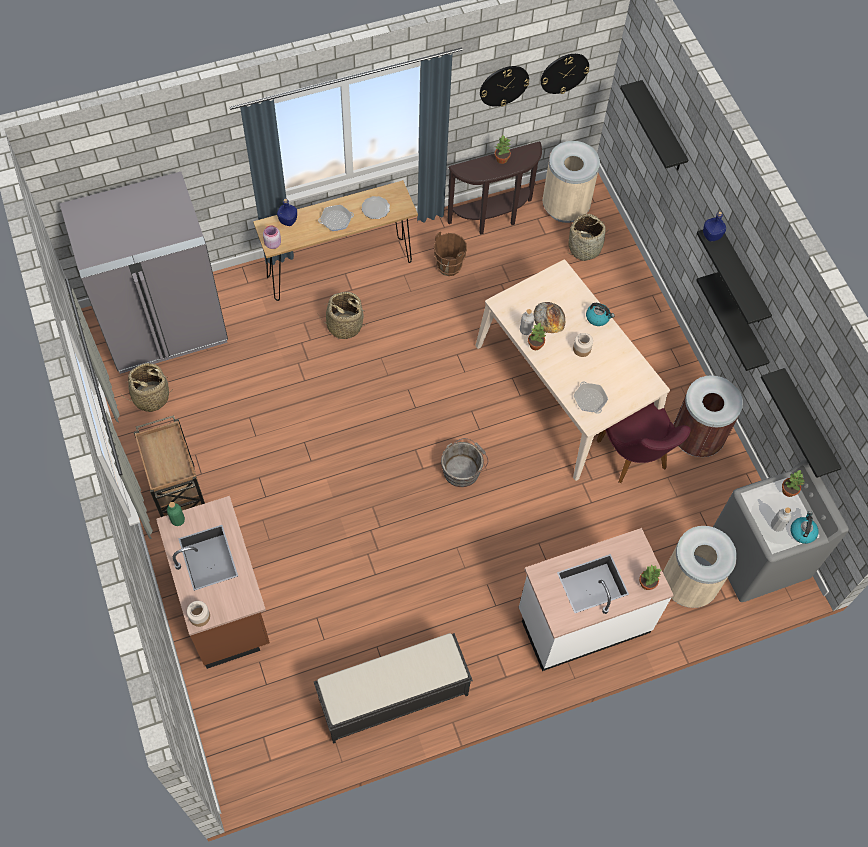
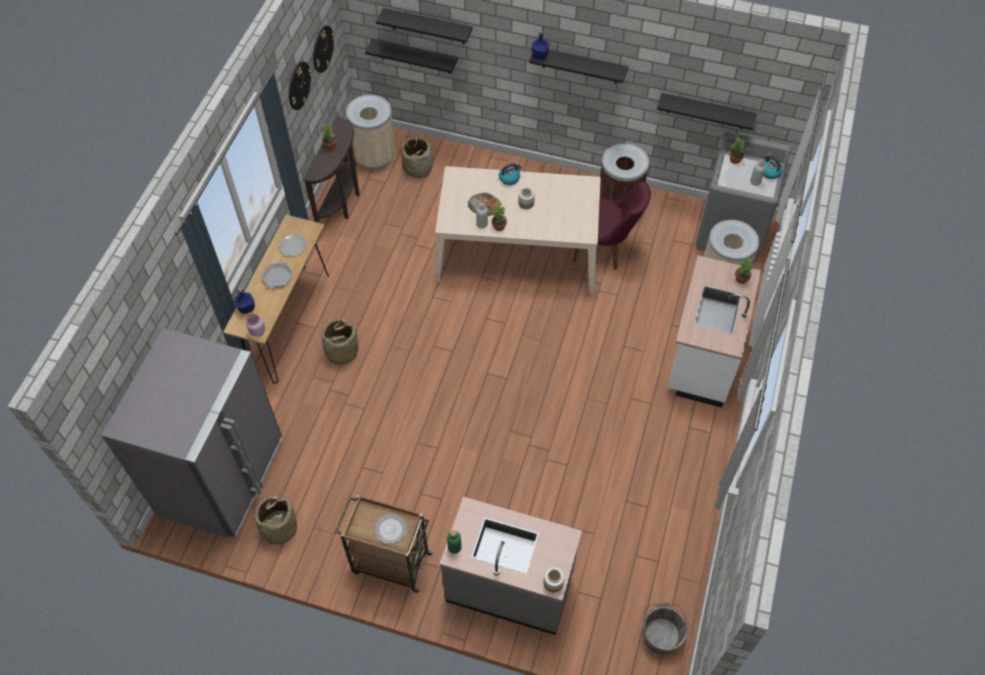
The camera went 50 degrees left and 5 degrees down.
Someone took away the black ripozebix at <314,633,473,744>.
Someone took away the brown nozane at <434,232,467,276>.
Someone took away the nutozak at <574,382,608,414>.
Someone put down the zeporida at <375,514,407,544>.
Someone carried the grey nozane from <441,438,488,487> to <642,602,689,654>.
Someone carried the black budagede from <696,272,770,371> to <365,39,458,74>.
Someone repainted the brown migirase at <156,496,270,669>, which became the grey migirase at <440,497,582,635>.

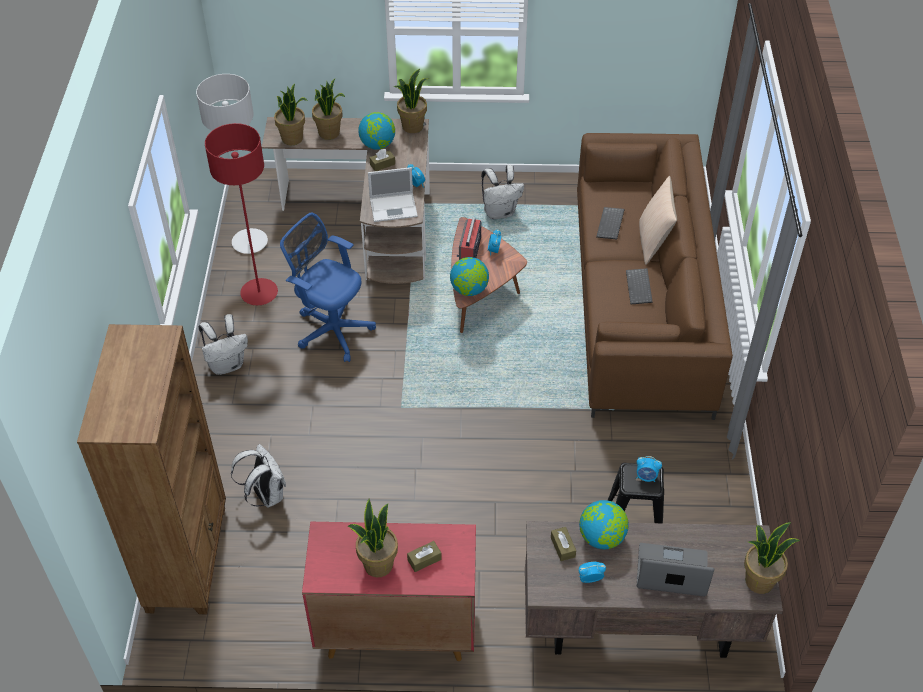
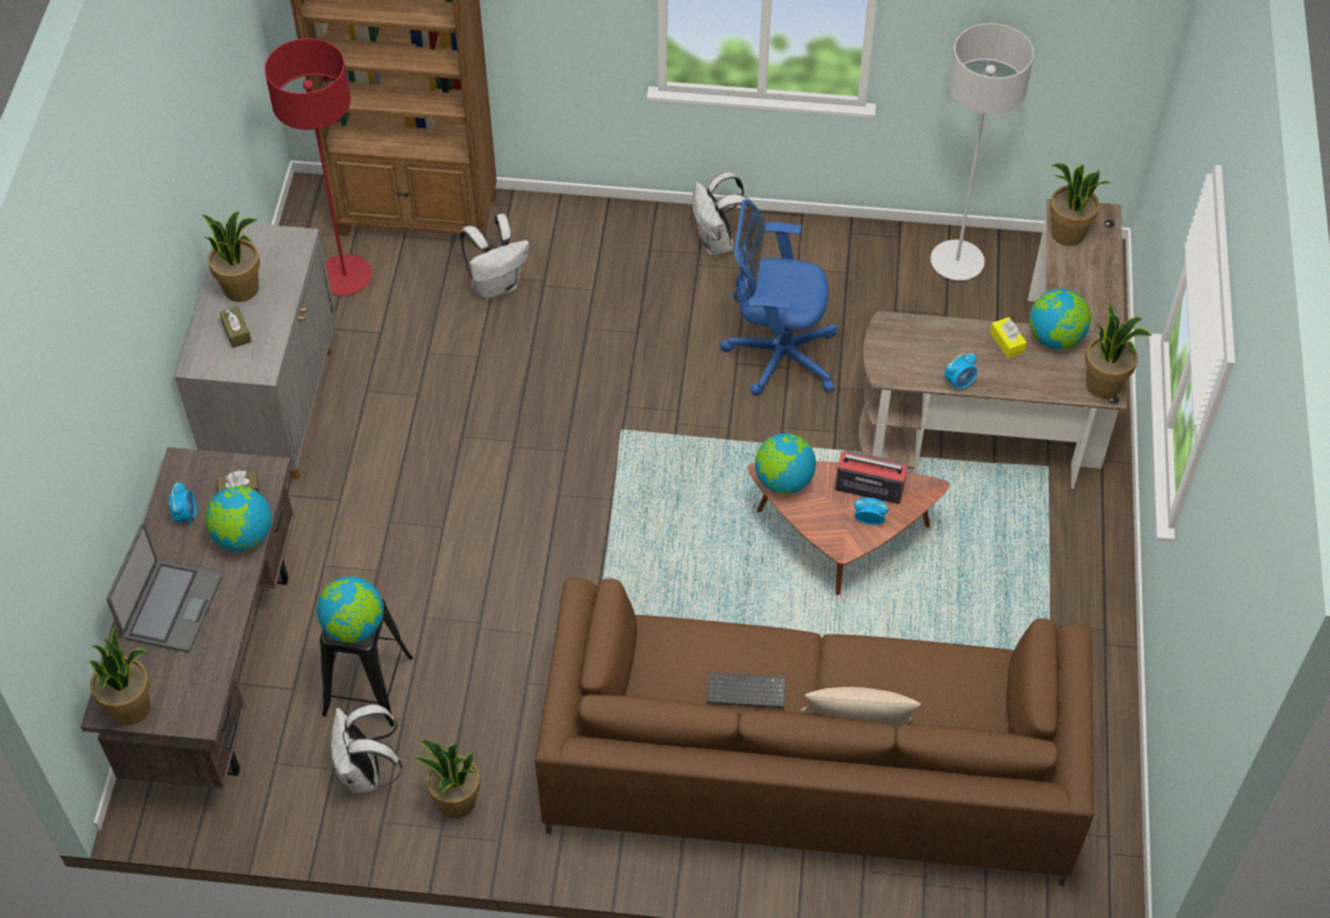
The camera went 95 degrees right and 5 degrees up.
Someone took away the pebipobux at <368,167,418,222>.
Someone took away the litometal at <596,207,624,239>.
Someone carried the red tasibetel from <205,123,278,305> to <264,38,372,295>.
Someone carried the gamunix from <312,79,345,140> to <413,740,481,818>.
Someone carried the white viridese from <481,165,524,219> to <331,704,402,793>.
Someone swapped the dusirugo at <636,456,662,482> for the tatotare at <317,577,384,643>.
Someone repainted the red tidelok at <302,522,476,661>, which became the grey tidelok at <175,221,337,479>.
Someone repainted the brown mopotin at <370,149,395,171>, which became the yellow mopotin at <990,317,1027,358>.
Someone rotated the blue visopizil at <280,213,376,362> by 120 degrees counterclockwise.

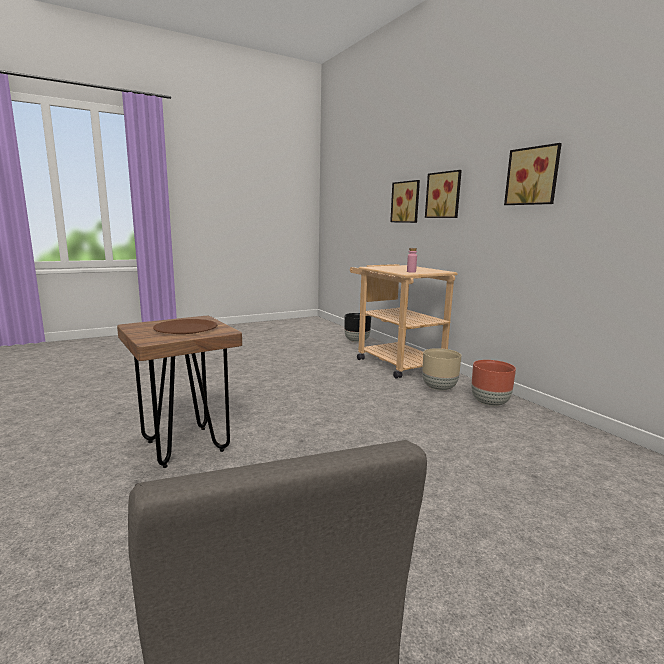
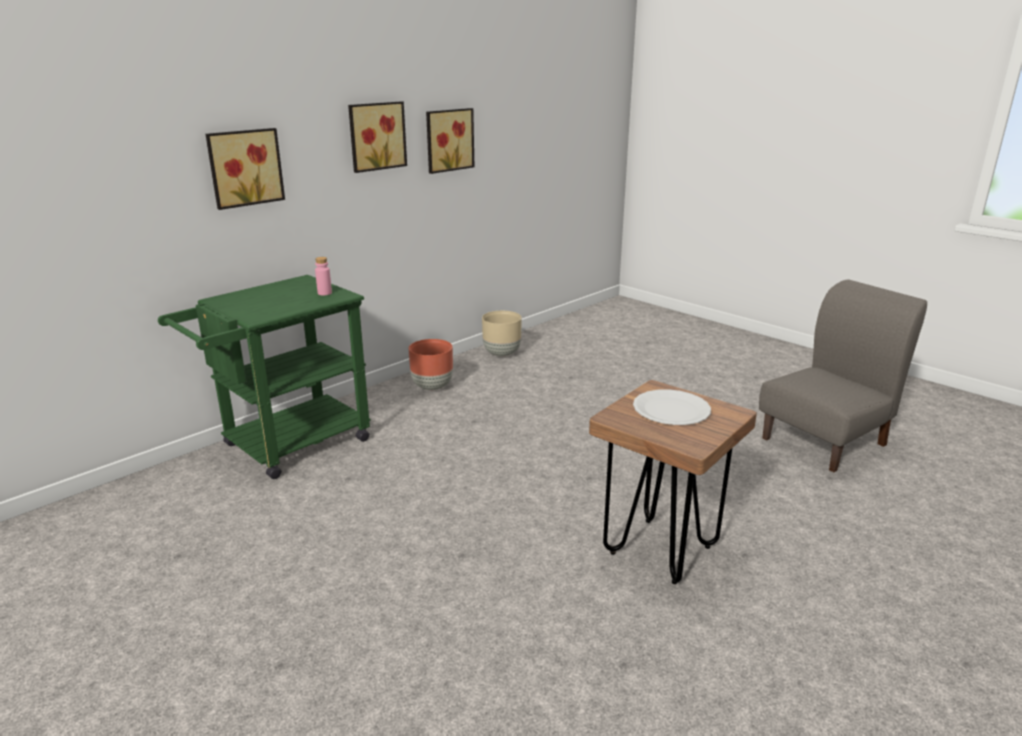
The camera went 105 degrees left and 10 degrees up.
Someone took away the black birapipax at <344,313,371,343>.
Someone carried the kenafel from <390,180,420,223> to <426,108,474,174>.
Someone carried the beige birapipax from <422,348,461,391> to <482,311,522,357>.
Someone repainted the brown zeporida at <153,319,218,334>, which became the white zeporida at <633,389,711,425>.
Someone repainted the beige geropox at <350,264,458,378>, which became the green geropox at <158,275,371,479>.

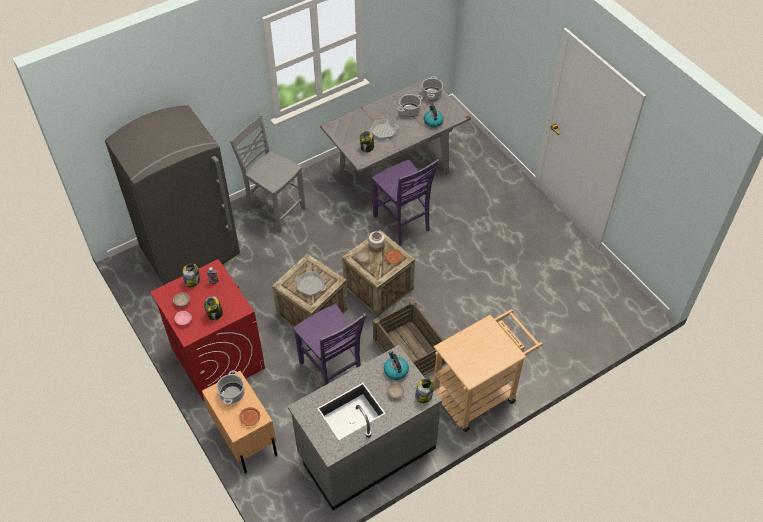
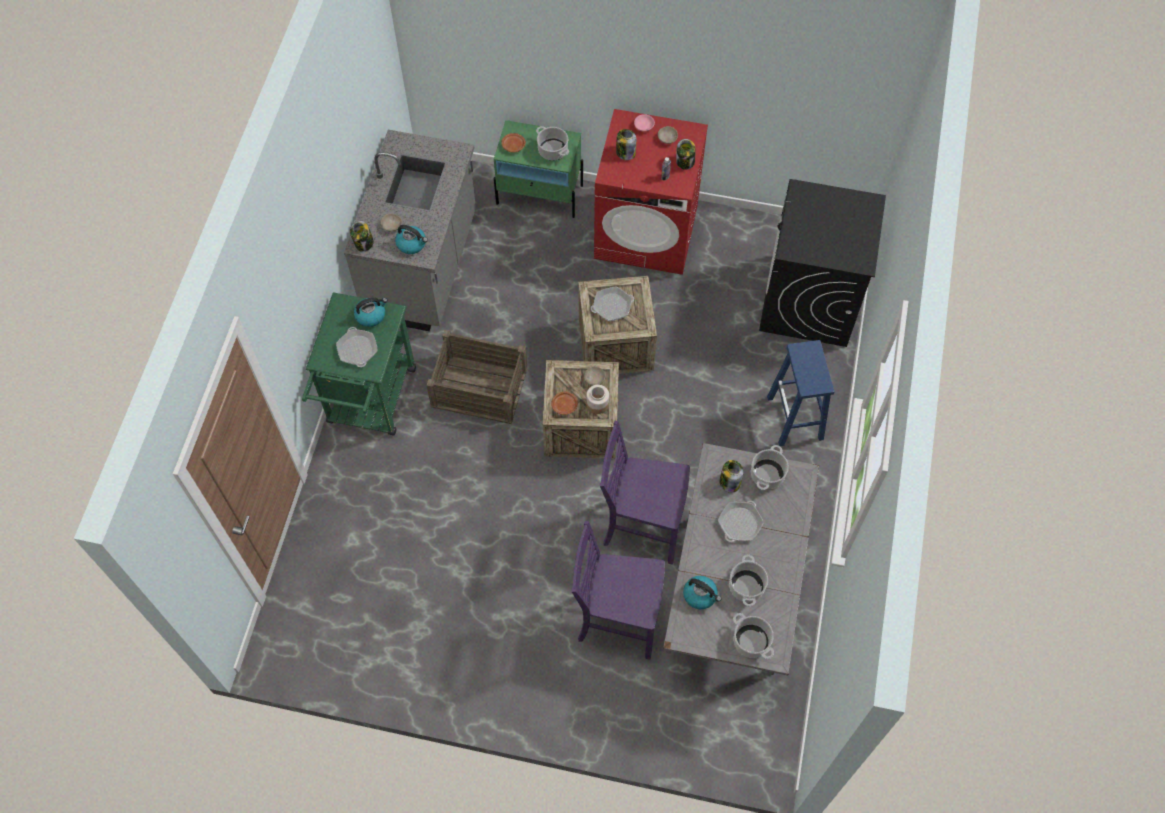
The camera went 135 degrees right and 10 degrees up.
Someone put down the nutozak at <336,327,378,367>.
Someone put down the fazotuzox at <354,297,387,327>.
Someone put down the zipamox at <751,445,789,490>.
Someone carried the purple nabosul from <293,304,366,385> to <571,520,665,659>.
Someone swapped the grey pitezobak at <105,105,240,285> for the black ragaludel at <759,179,886,347>.
Someone swapped the grey nabosul at <230,115,305,233> for the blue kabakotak at <767,340,834,446>.
Someone repainted the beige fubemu at <202,371,277,474>, which became the green fubemu at <494,120,583,218>.
Someone repainted the beige geropox at <434,309,543,432>, which became the green geropox at <302,292,416,435>.

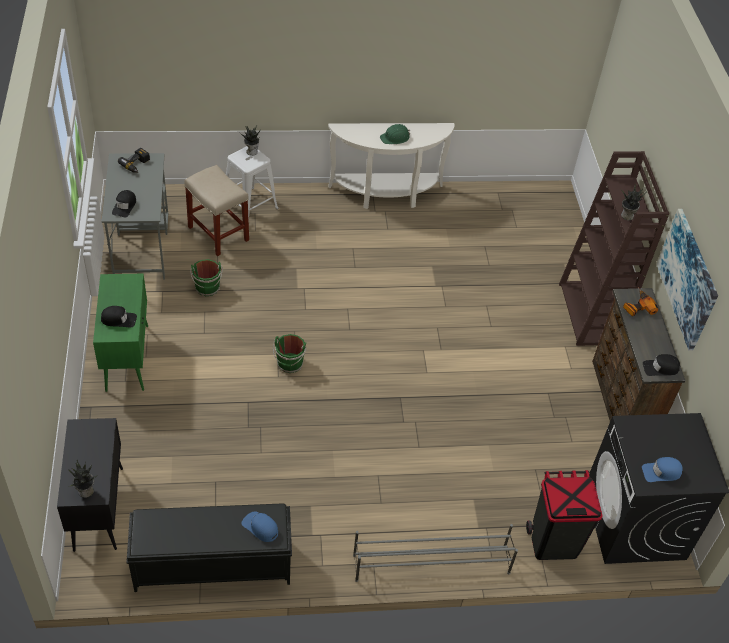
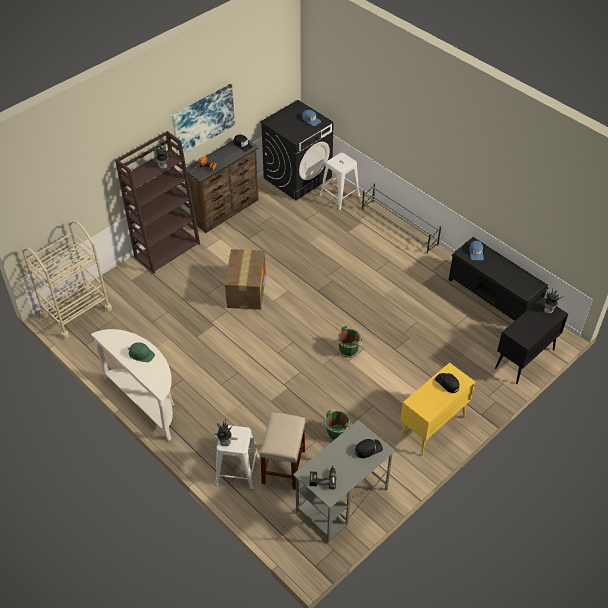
The camera went 125 degrees left and 0 degrees up.
Someone put down the beige geropox at <22,220,112,339>.
Someone put down the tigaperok at <225,249,266,310>.
Someone swapped the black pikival at <526,470,603,560> for the white kabakotak at <319,153,361,211>.
Someone repainted the green tidelok at <93,274,148,392>, which became the yellow tidelok at <400,363,475,455>.

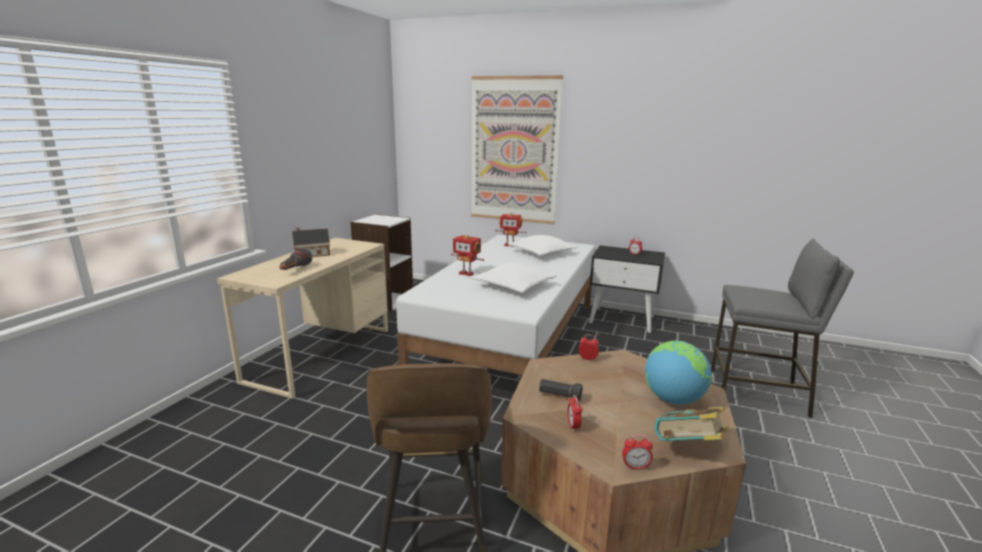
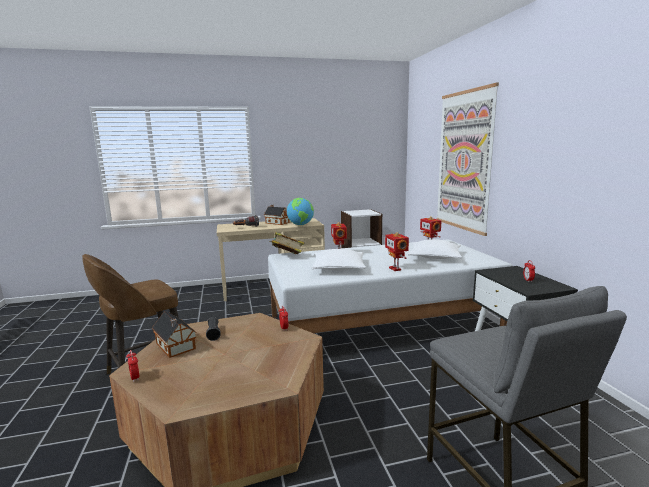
The camera went 55 degrees right and 5 degrees down.
Someone put down the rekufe at <385,232,409,271>.
Someone carried the tatotare from <645,341,712,405> to <287,198,314,225>.
Someone carried the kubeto from <655,406,729,441> to <270,232,305,254>.
Someone swapped the dusirugo at <567,395,582,431> for the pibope at <152,311,197,358>.

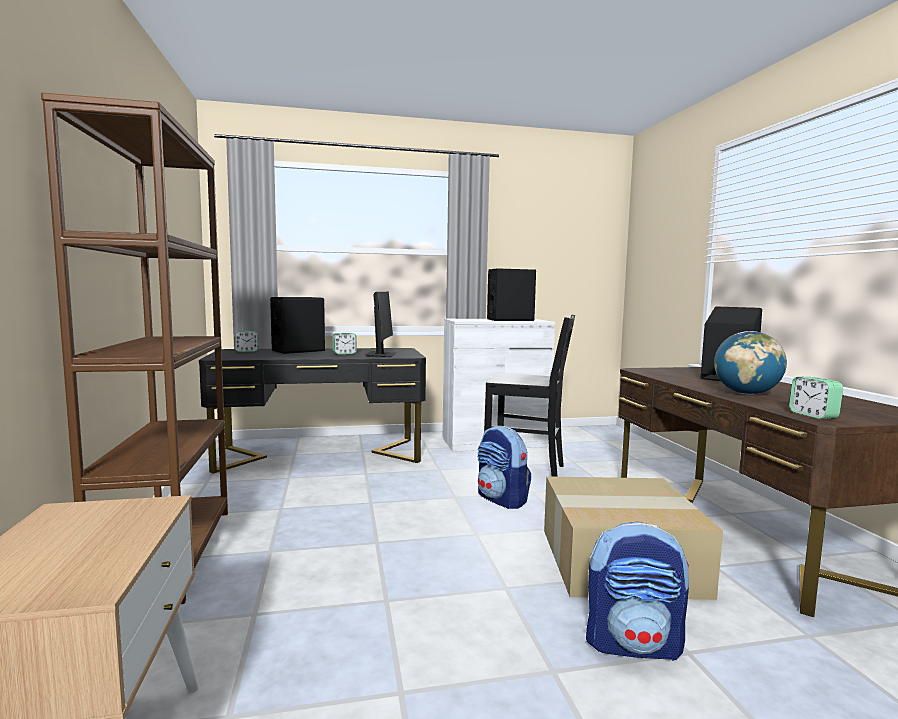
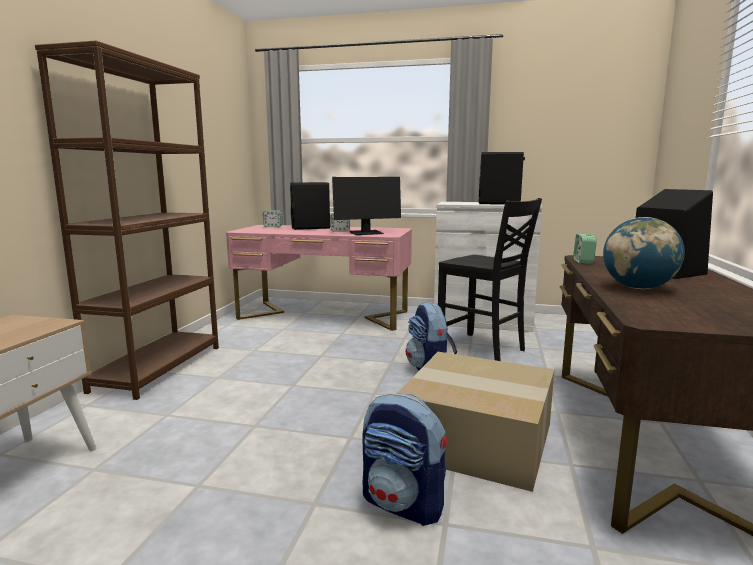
The camera went 25 degrees right and 5 degrees up.
Someone carried the dusirugo from <789,377,843,419> to <573,234,597,264>.
Someone repainted the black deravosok at <199,348,426,474>, which became the pink deravosok at <226,225,412,331>.
Someone rotated the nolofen at <365,291,396,357> by 45 degrees clockwise.

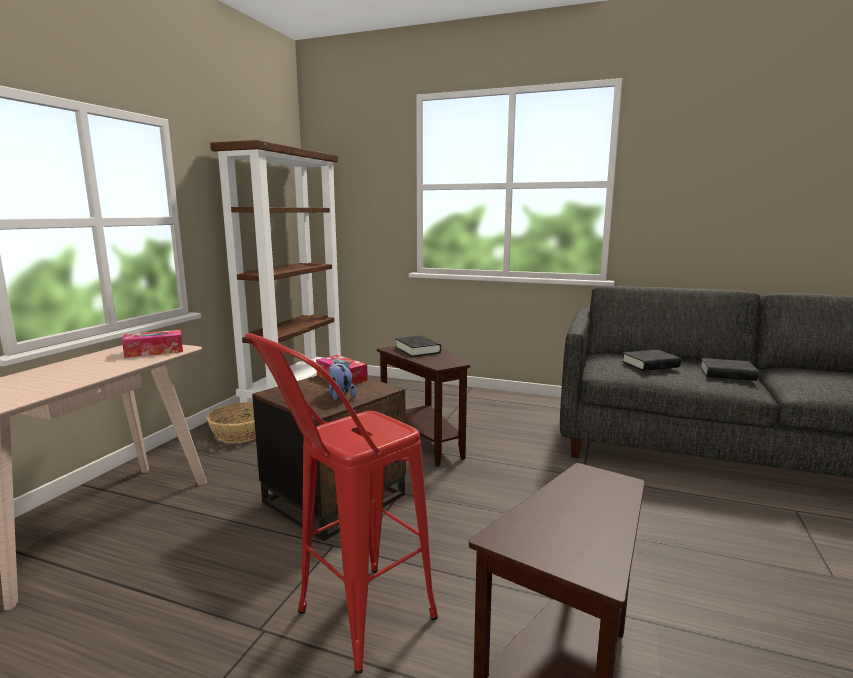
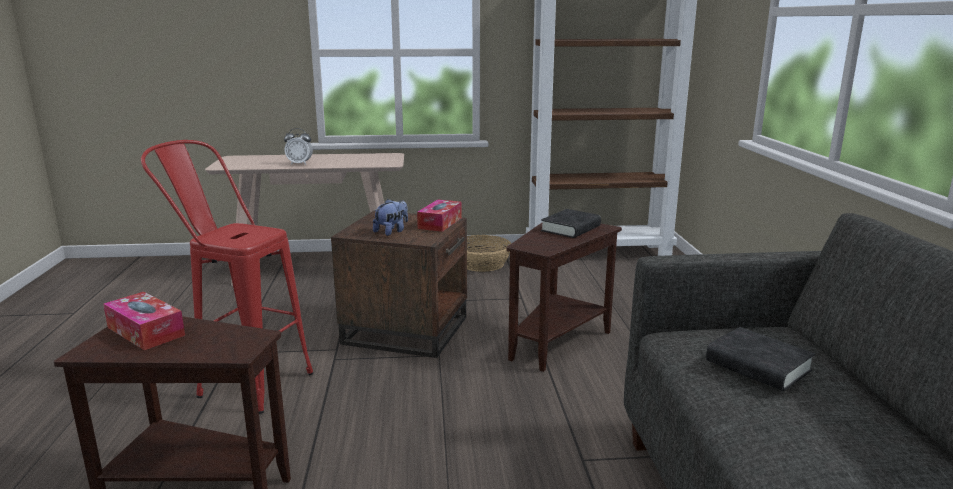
The camera went 65 degrees right and 5 degrees up.
Someone took away the black kubeto at <700,358,759,381>.
Someone put down the dusirugo at <284,128,313,165>.
Someone carried the mopotin from <122,330,183,358> to <103,292,185,350>.

